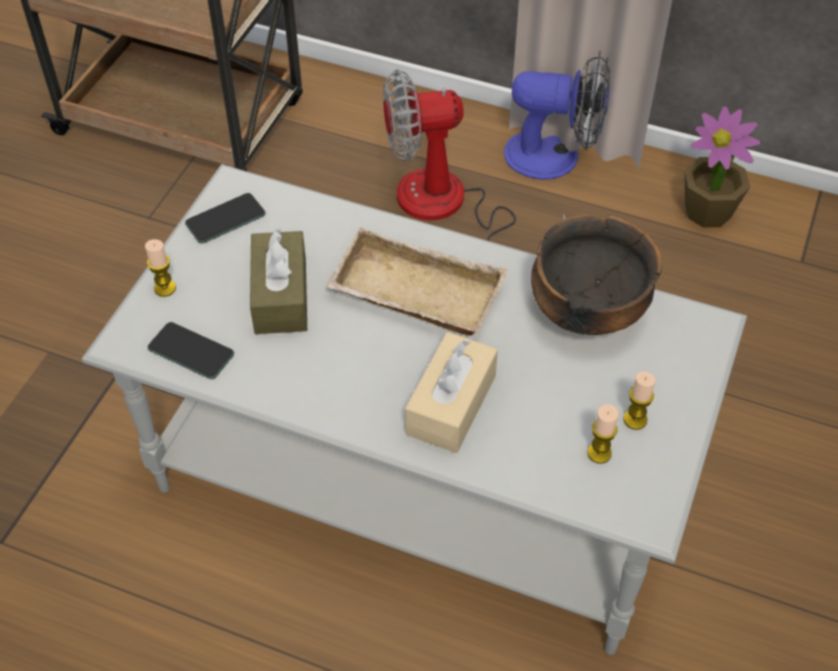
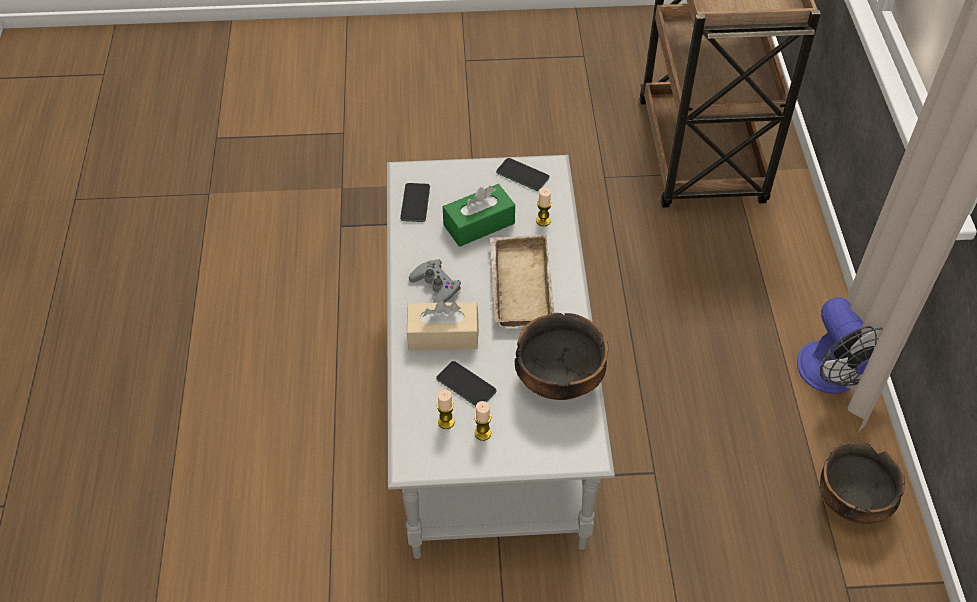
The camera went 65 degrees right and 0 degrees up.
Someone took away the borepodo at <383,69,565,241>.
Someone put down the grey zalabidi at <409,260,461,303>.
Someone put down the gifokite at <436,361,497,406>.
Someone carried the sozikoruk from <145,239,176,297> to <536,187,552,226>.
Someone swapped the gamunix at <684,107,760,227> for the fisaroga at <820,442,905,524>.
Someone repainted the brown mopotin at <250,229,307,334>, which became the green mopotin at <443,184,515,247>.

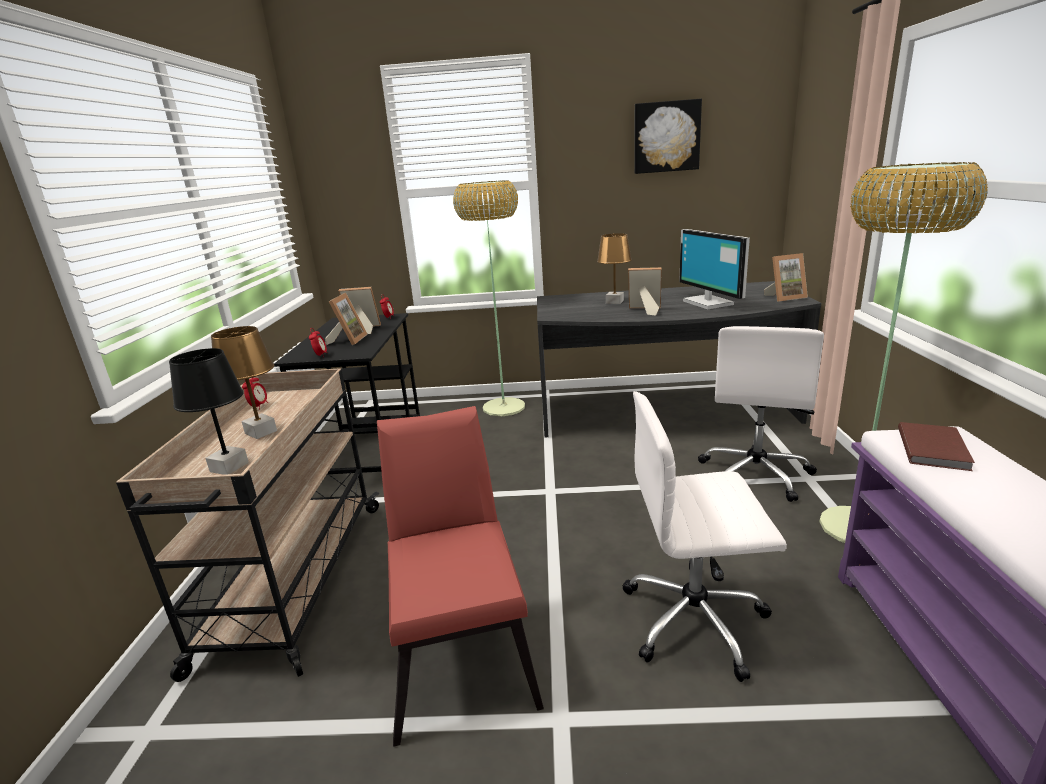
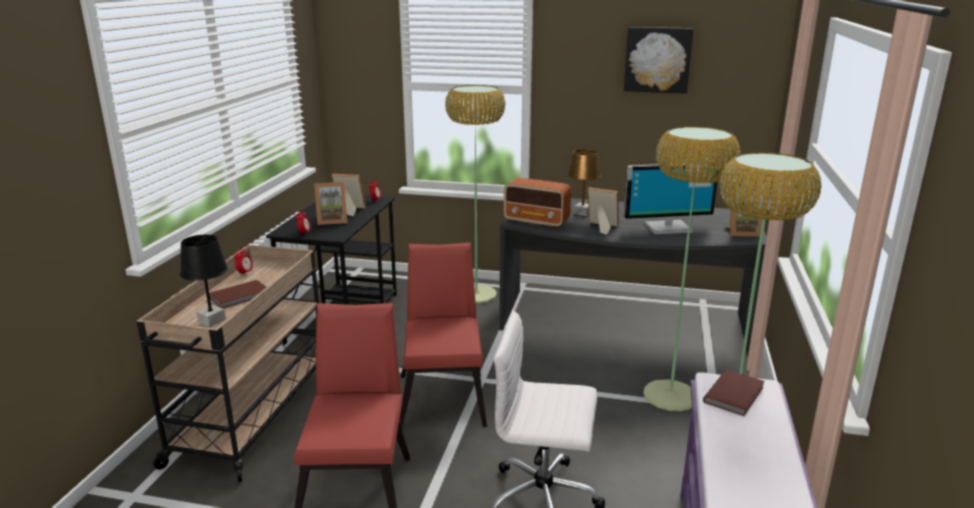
The camera went 10 degrees right and 0 degrees up.
Someone put down the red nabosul at <400,243,487,427>.
Someone put down the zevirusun at <504,178,571,228>.
Someone swapped the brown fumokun at <211,326,277,439> for the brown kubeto at <209,280,266,309>.
Someone swapped the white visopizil at <698,326,824,502> for the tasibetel at <643,126,741,411>.
Someone rotated the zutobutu at <325,293,368,345> by 60 degrees clockwise.
Someone rotated the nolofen at <679,229,750,309> by 90 degrees counterclockwise.

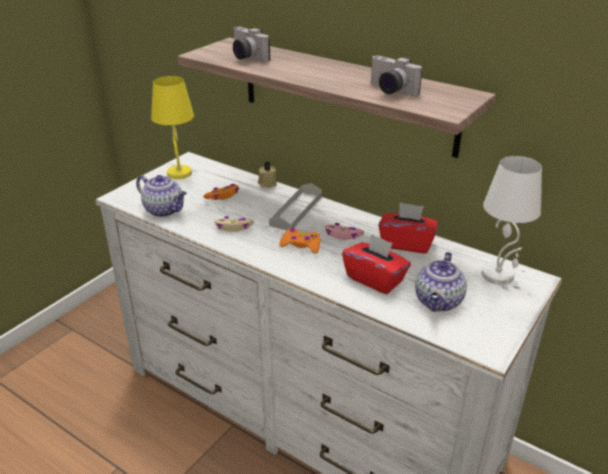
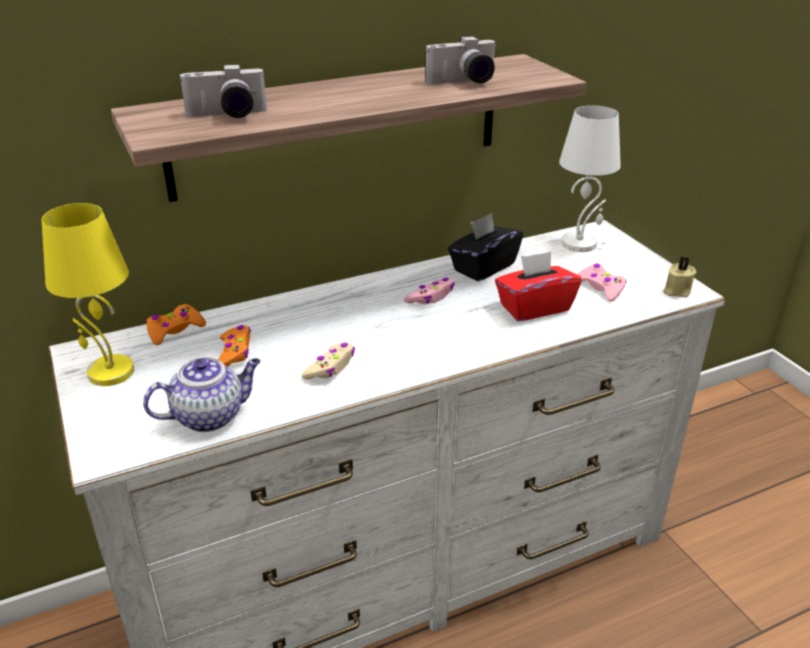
The camera went 60 degrees left and 0 degrees up.
Someone took away the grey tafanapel at <269,183,322,230>.
Someone carried the beige sozikoruk from <257,161,277,188> to <663,257,696,297>.
Someone carried the orange zalabidi from <279,228,320,254> to <146,304,206,345>.
Someone swapped the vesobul at <415,252,467,312> for the pink zalabidi at <577,264,627,301>.
Someone repainted the red mopotin at <378,202,438,253>, which became the black mopotin at <448,213,523,281>.

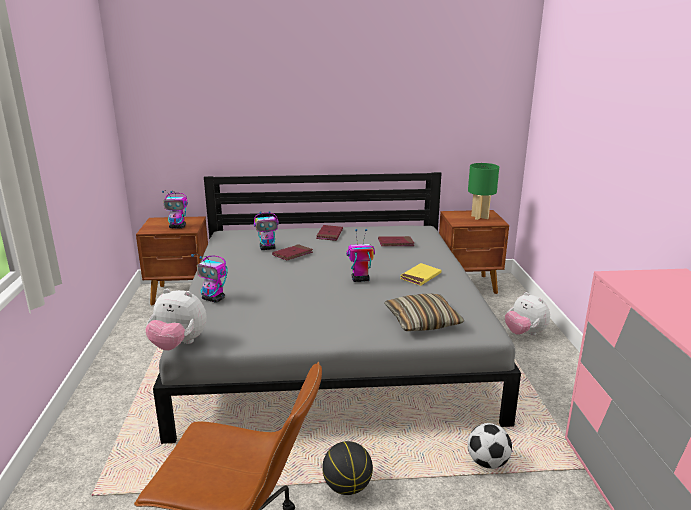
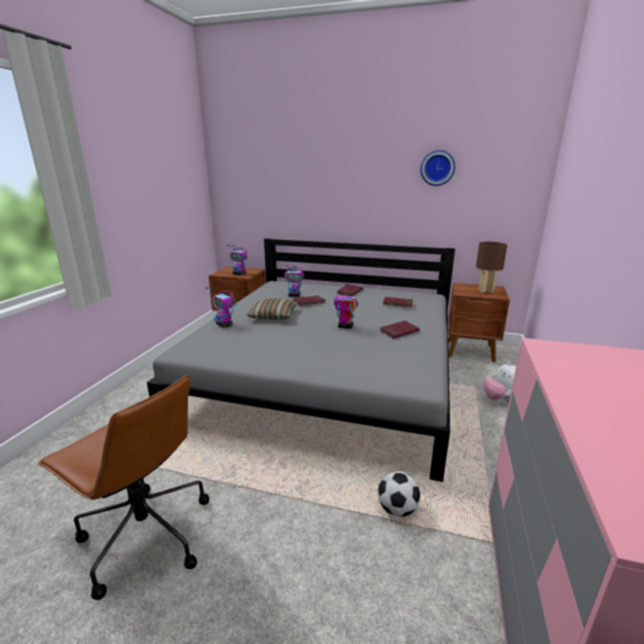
The camera went 20 degrees right and 0 degrees up.
Someone took away the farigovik at <145,288,207,350>.
Someone took away the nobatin at <322,441,373,495>.
Someone put up the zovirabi at <420,150,455,186>.
Someone carried the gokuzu from <384,293,464,331> to <247,299,298,320>.
Someone repainted the yellow kubeto at <400,263,441,286>, which became the red kubeto at <380,321,420,339>.
Someone repainted the green fumokun at <468,163,499,220>, which became the brown fumokun at <476,242,507,293>.

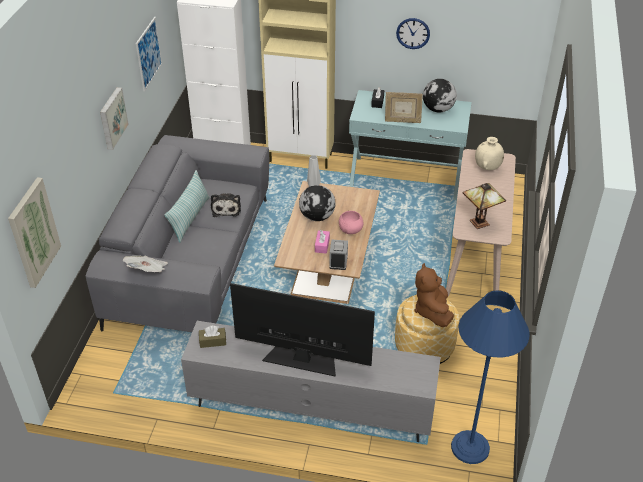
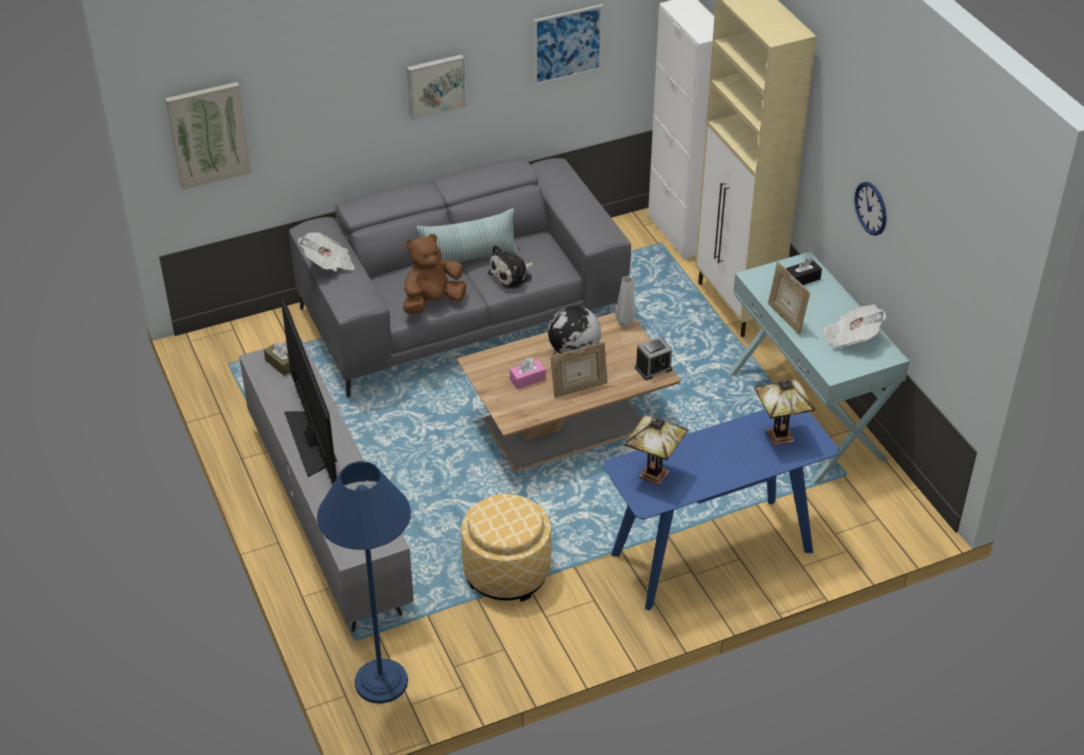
The camera went 55 degrees right and 0 degrees up.
Someone carried the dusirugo from <329,240,348,270> to <635,336,672,380>.
Someone carried the brown farigovik from <415,263,454,327> to <403,234,466,314>.
Someone swapped the pink fisaroga at <339,211,363,234> for the zutobutu at <550,342,608,398>.
Someone swapped the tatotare at <423,79,457,112> for the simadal at <823,304,886,348>.
Someone swapped the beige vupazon at <475,137,504,170> for the fumokun at <754,379,815,445>.
Someone repainted the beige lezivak at <446,149,516,296>, which became the blue lezivak at <603,409,839,610>.

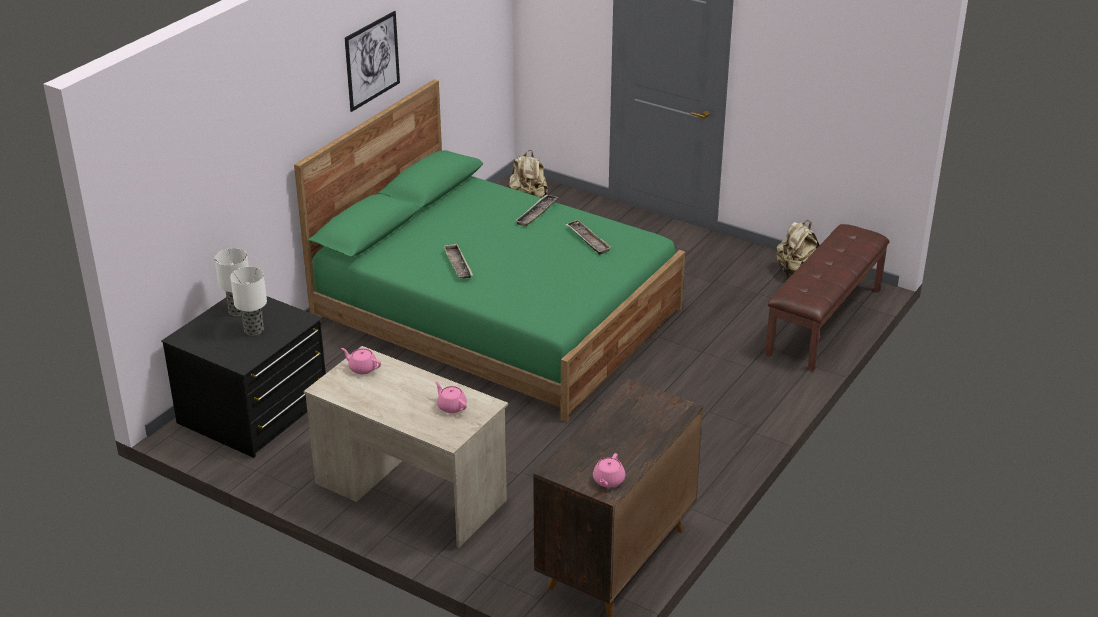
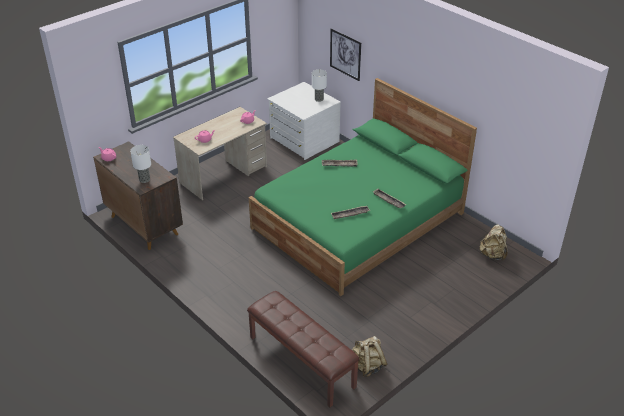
The camera went 105 degrees right and 5 degrees up.
Someone carried the fumokun from <230,267,267,336> to <130,145,151,183>.
Someone carried the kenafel from <345,11,400,112> to <330,28,361,81>.
Someone repainted the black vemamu at <162,296,326,458>, which became the white vemamu at <267,82,341,160>.

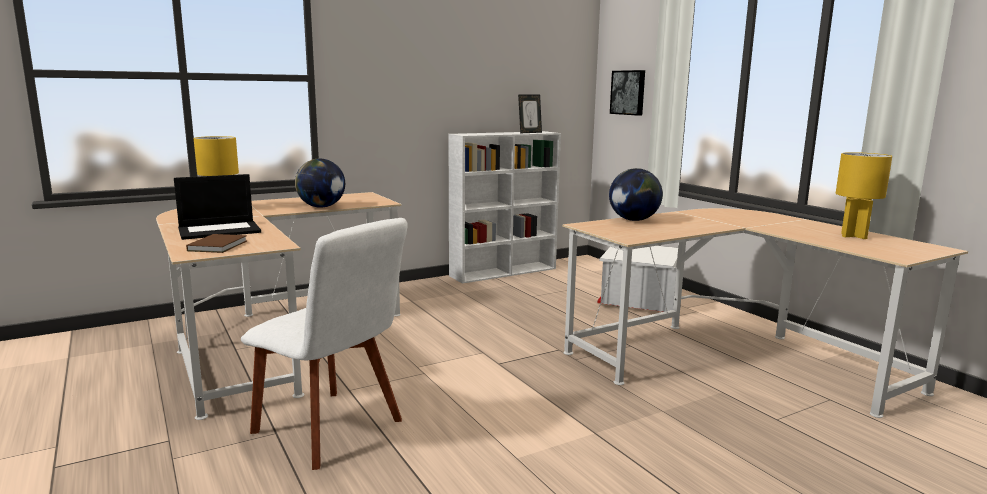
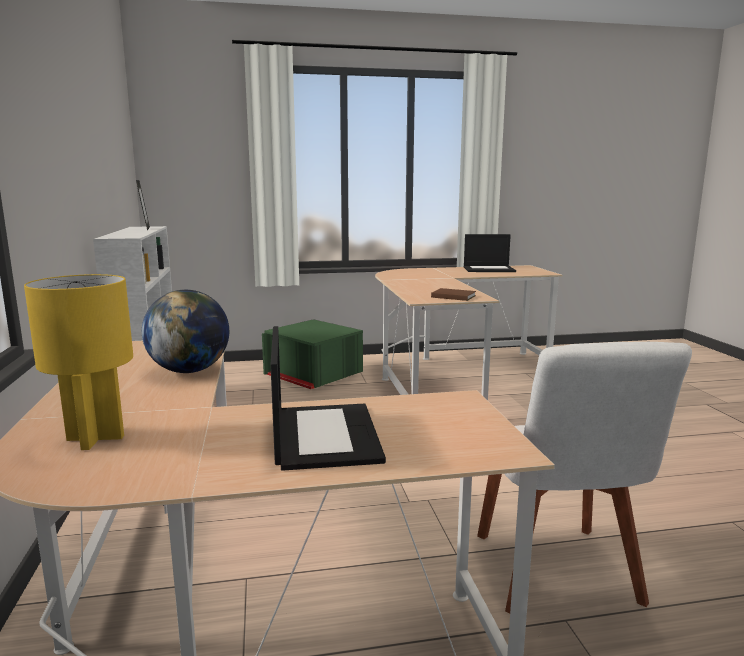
The camera went 70 degrees left and 0 degrees up.
Someone took away the tatotare at <609,168,663,221>.
Someone took away the kenafel at <610,70,645,116>.
Someone carried the brown kubeto from <186,234,247,253> to <431,288,476,301>.
Someone swapped the yellow fumokun at <836,152,892,239> for the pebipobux at <464,234,516,272>.
Someone repainted the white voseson at <597,246,678,312>, which became the green voseson at <262,319,363,389>.
Someone rotated the white nabosul at <241,218,407,470> by 120 degrees clockwise.

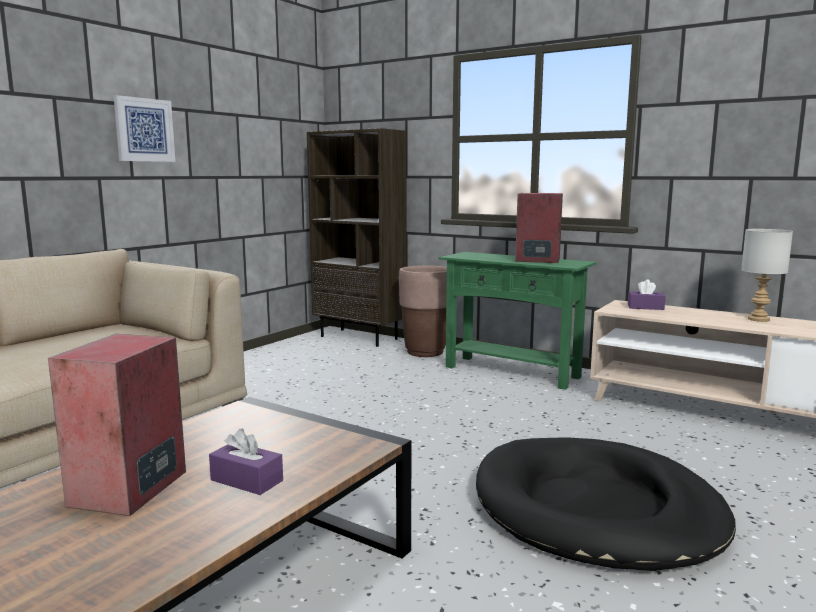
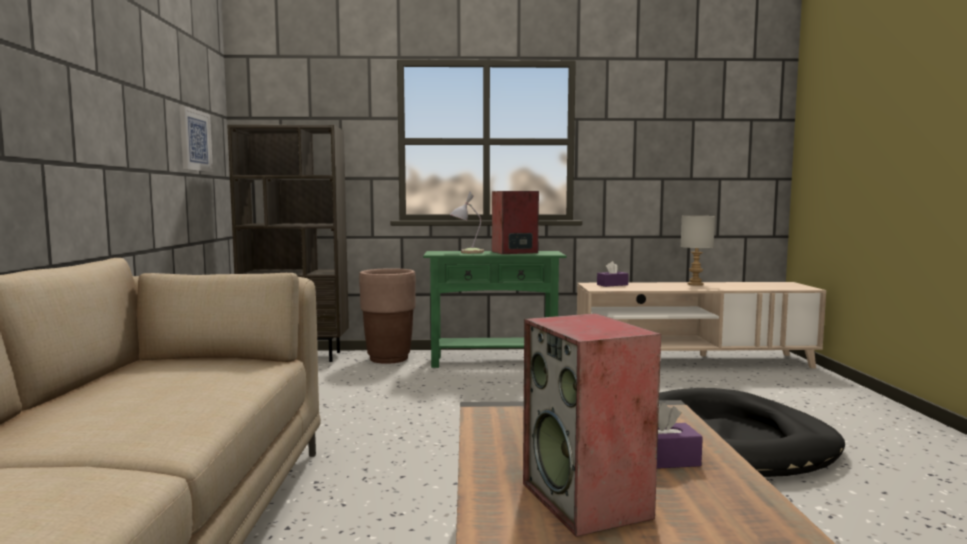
The camera went 35 degrees left and 5 degrees down.
Someone put down the fumokun at <450,192,484,254>.
Someone carried the kenafel from <114,95,175,162> to <180,106,213,172>.

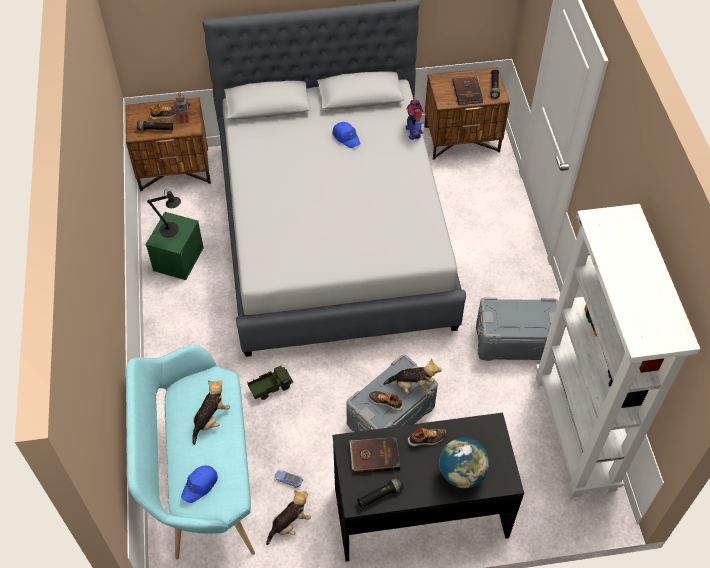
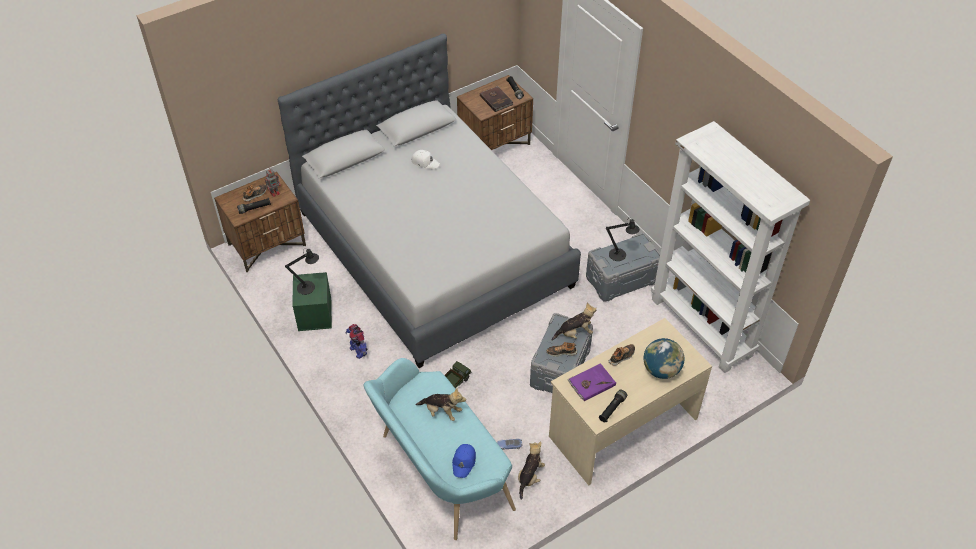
The camera went 25 degrees left and 5 degrees down.
Someone put down the black fumokun at <606,217,640,261>.
Someone carried the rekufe from <405,99,423,140> to <345,324,368,359>.
Someone repainted the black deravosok at <332,413,524,562>, which became the beige deravosok at <549,318,712,485>.
Someone repainted the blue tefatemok at <333,122,360,148>, which became the white tefatemok at <411,150,440,170>.
Someone repainted the brown kubeto at <350,437,400,474>, which became the purple kubeto at <567,363,616,401>.
Someone rotated the farigovik at <192,380,230,445> by 105 degrees clockwise.

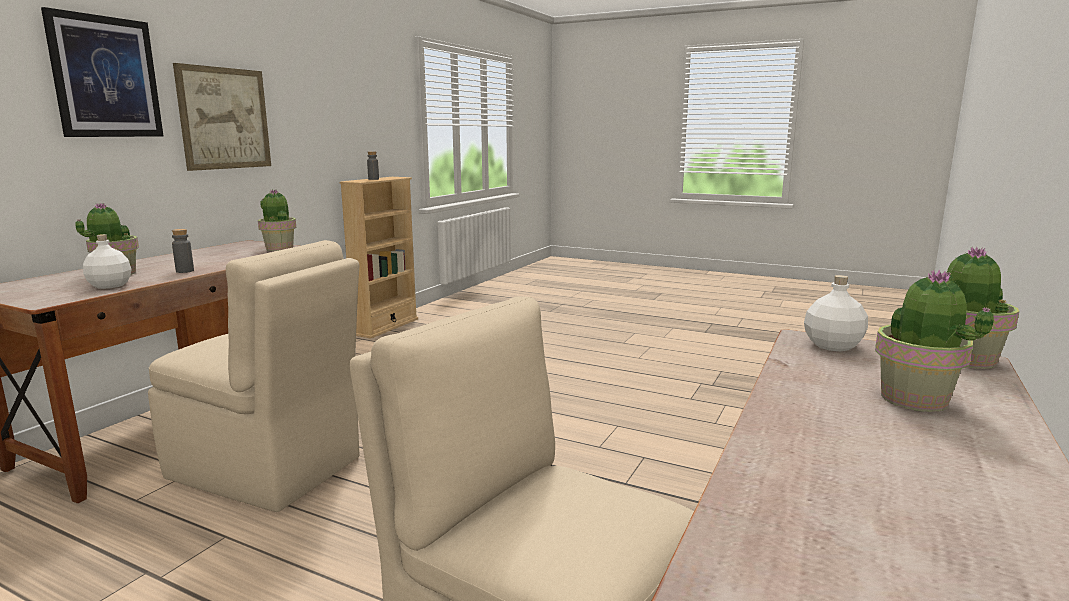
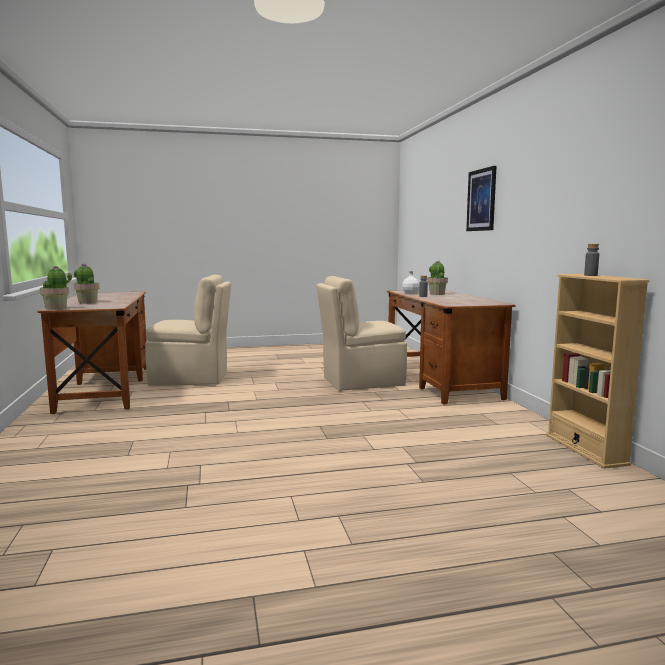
The camera went 140 degrees right and 5 degrees down.
Someone took away the kenafel at <173,63,271,171>.
Someone took away the gamunix at <258,189,296,251>.
Someone took away the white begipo at <804,275,868,351>.

